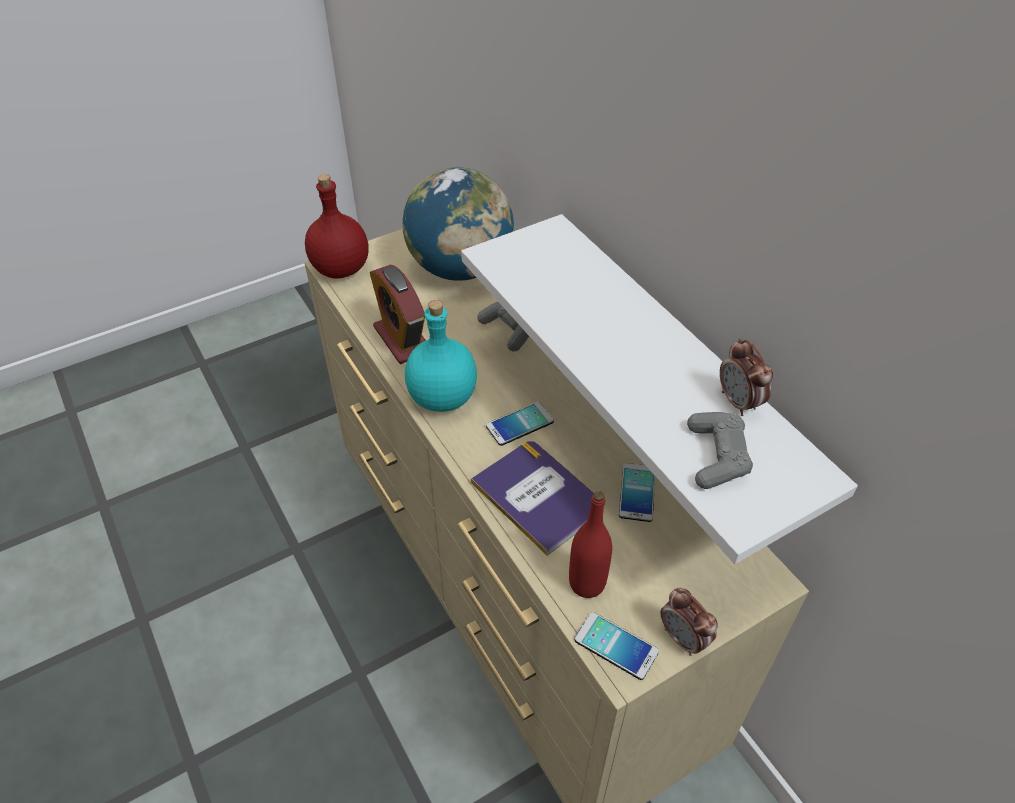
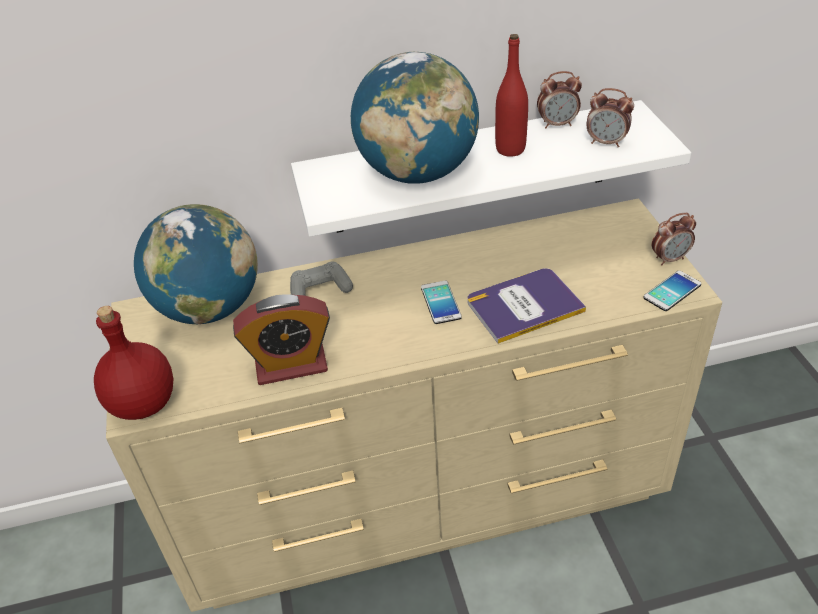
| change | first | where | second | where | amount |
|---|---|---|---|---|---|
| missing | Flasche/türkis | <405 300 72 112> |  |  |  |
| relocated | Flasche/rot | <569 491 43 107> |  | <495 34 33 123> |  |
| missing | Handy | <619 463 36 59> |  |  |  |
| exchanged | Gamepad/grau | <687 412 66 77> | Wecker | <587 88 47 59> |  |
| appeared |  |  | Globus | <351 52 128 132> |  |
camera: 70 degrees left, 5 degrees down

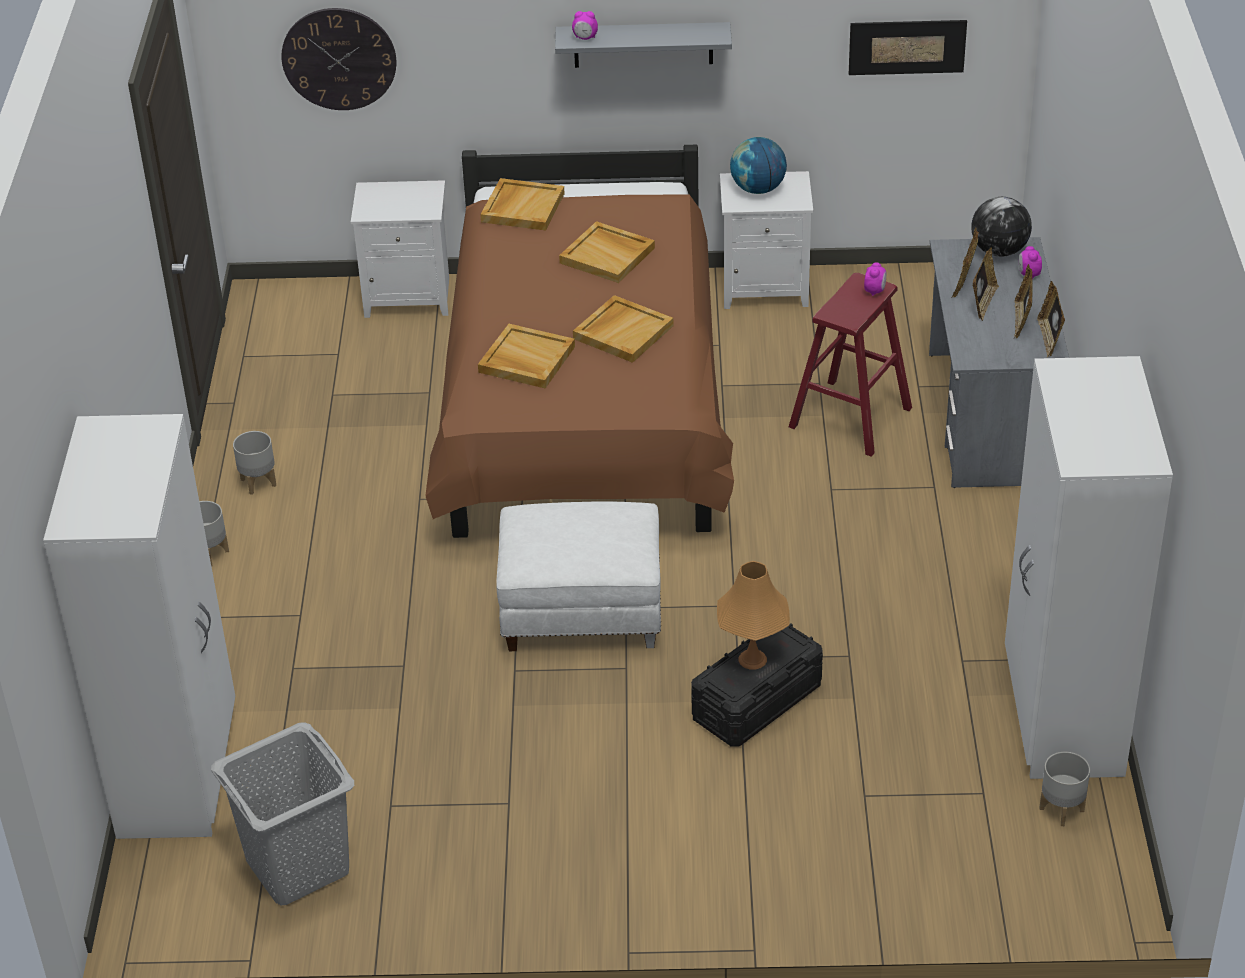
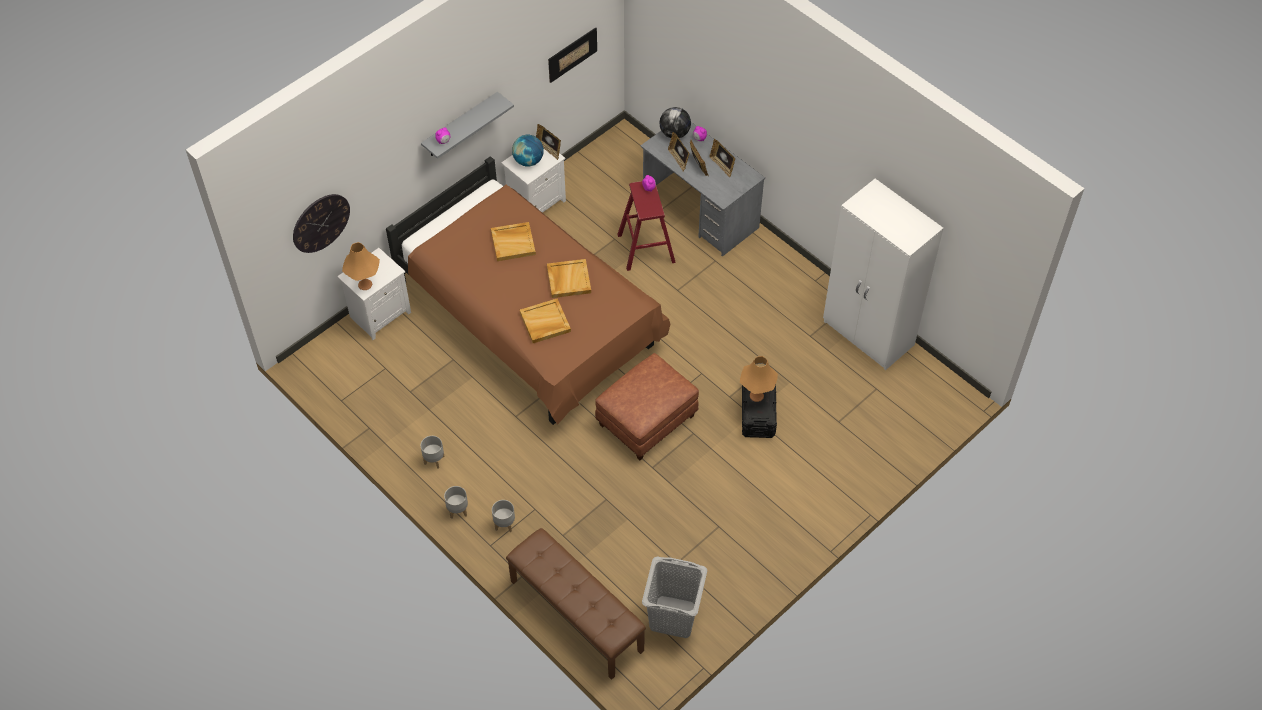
| change | first | where | second | where | amount |
|---|---|---|---|---|---|
| exchanged | Kleiderschrank/weiß | <43 414 192 425> | Bank/braun | <506 528 140 152> |  |
| missing | Tablett/beige | <480 178 85 53> |  |  |  |
| colour | Polsterhocker/weiß | <496 502 165 149> | Polsterhocker/braun | <595 353 104 107> |  |
| relocated | Bilderrahmen | <1037 281 28 76> |  | <536 124 25 36> |  |
| relocated | Pflanzkübel/grau | <1039 752 51 74> |  | <492 500 23 32> |  |
| appeared |  |  | Tischlampe/orange | <342 242 38 48> |  |
camera: 45 degrees left, 15 degrees up

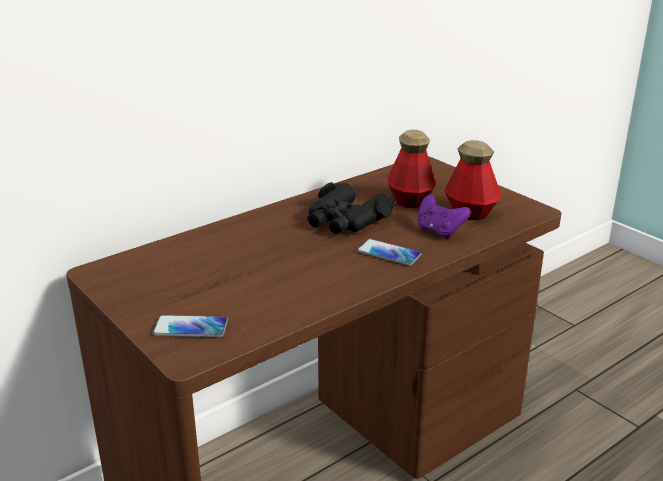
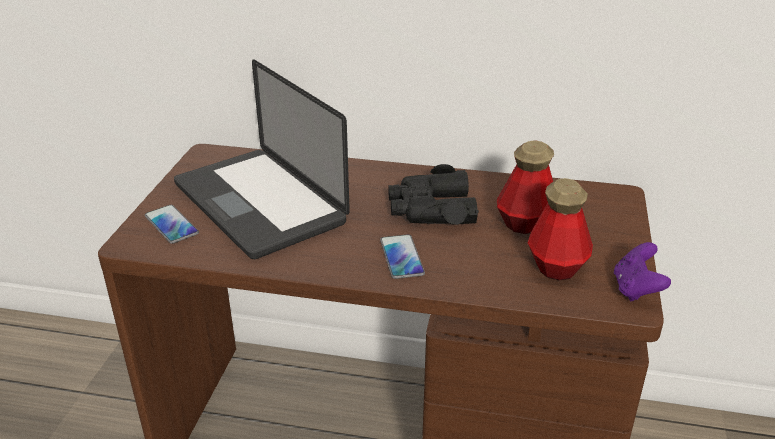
| change | first | where | second | where | amount |
|---|---|---|---|---|---|
| relocated | Gamepad/lila | <417 195 54 44> |  | <614 242 57 59> |  |
| appeared |  |  | Laptop | <174 60 176 199> |  |
camera: 50 degrees right, 5 degrees up

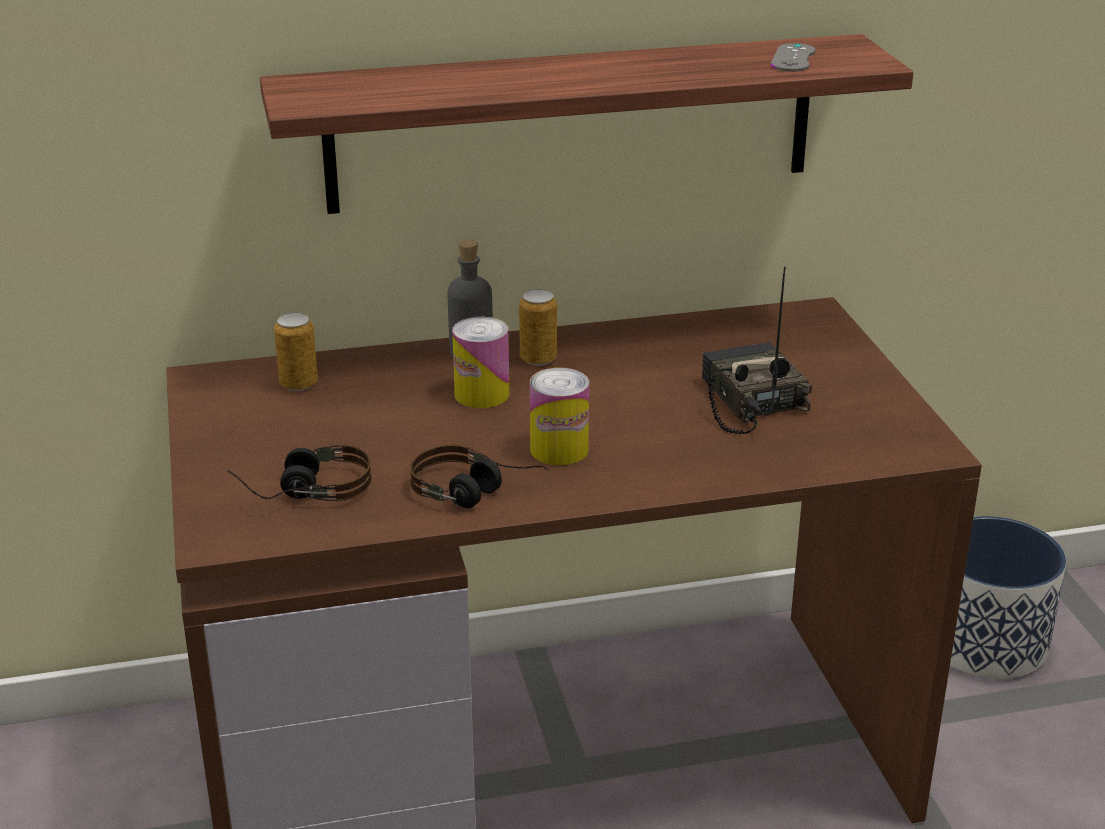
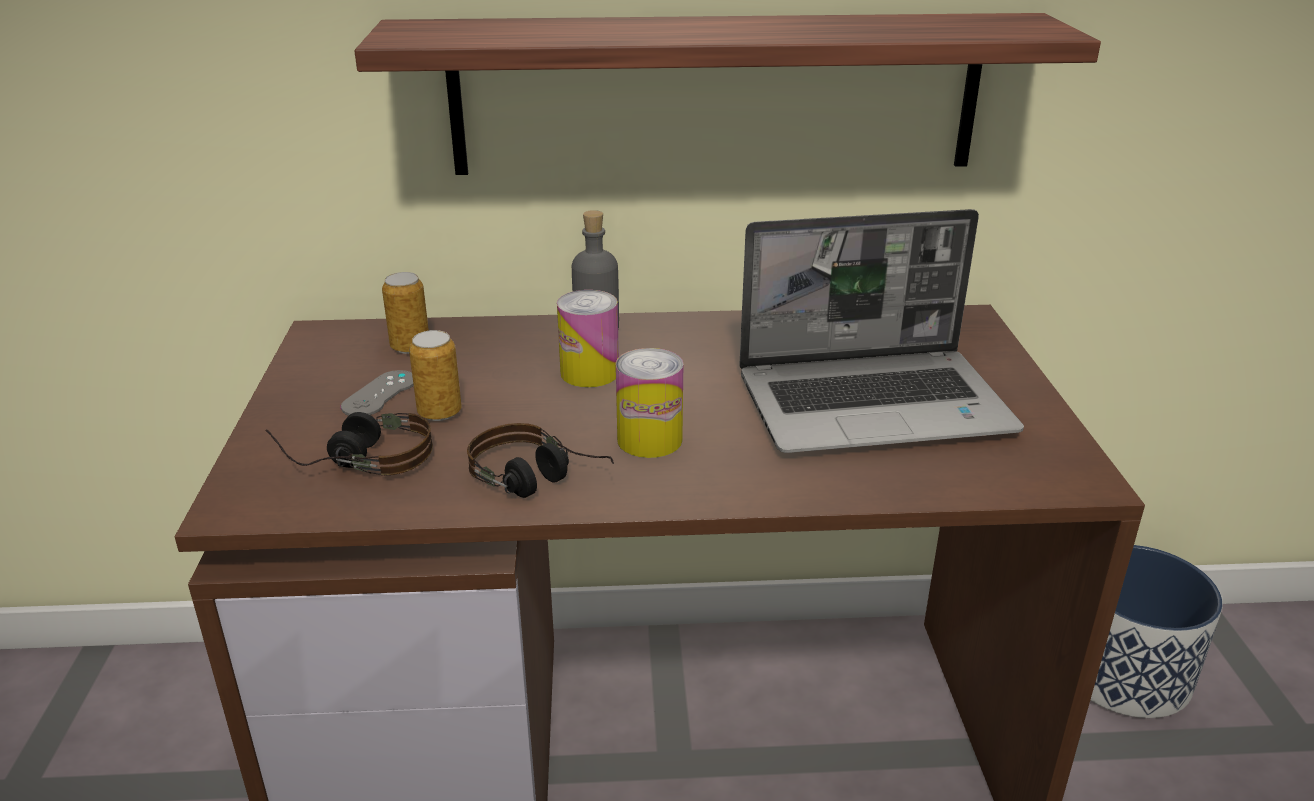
| change | first | where | second | where | amount |
|---|---|---|---|---|---|
| relocated | Dose | <519 289 38 77> |  | <409 330 52 91> |  |
| exchanged | Radio | <702 267 110 167> | Laptop | <739 209 285 244> |  |
| relocated | Gamepad/grau | <771 43 44 29> |  | <341 370 73 46> |  |
camera: 10 degrees right, 0 degrees up

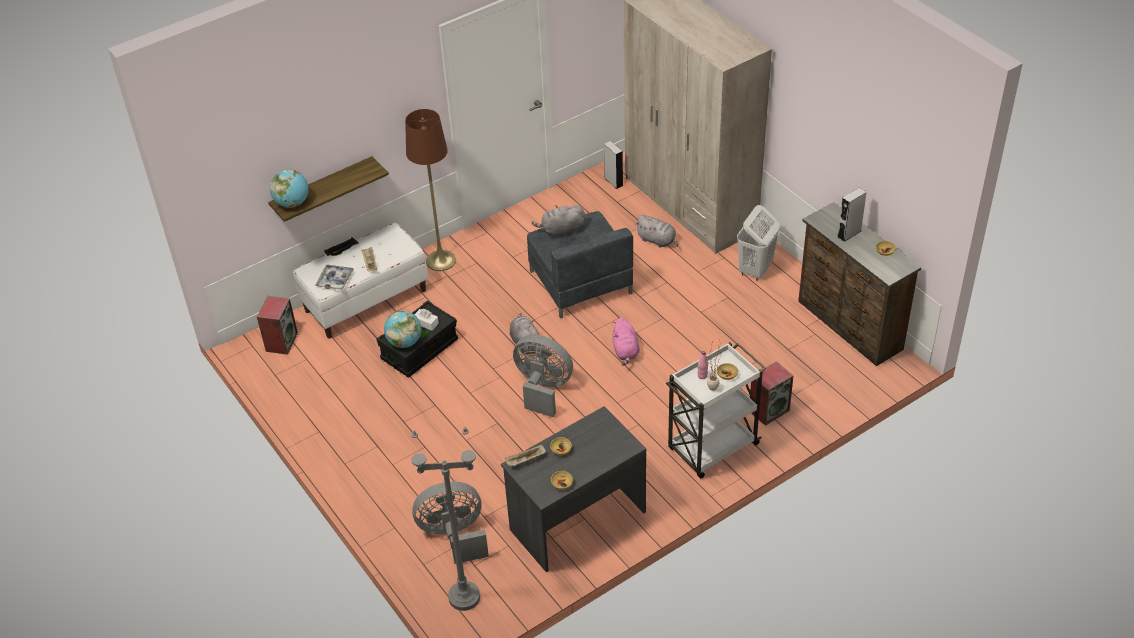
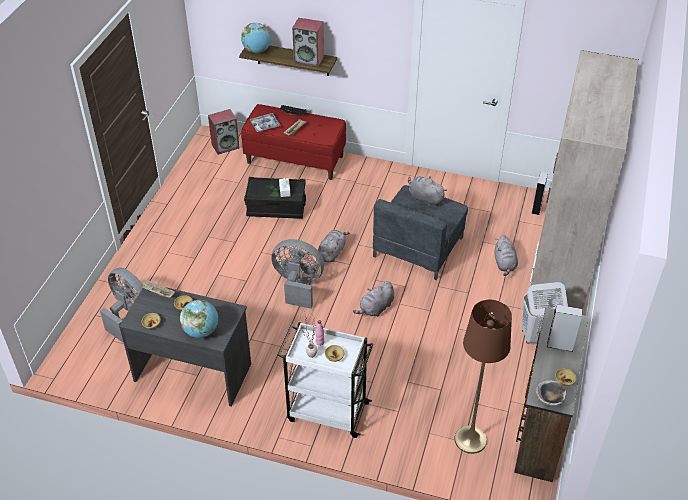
| change | first | where | second | where | amount |
|---|---|---|---|---|---|
| colour | Bank/weiß | <293 222 135 116> | Bank/rot | <241 104 105 76> |  |
| relocated | Globus | <384 311 38 37> |  | <180 300 38 38> |  |
| relocated | Stehlampe/braun | <405 109 51 162> |  | <454 300 58 154> |  |
| missing | Stehlampe/grau | <411 427 69 184> |  |  |  |
| spun | Ventilator/grau | <513 334 60 83> |  | <272 239 52 70> | 60 degrees counterclockwise |
| colour | Plüschtier/rosa | <612 317 28 49> | Plüschtier/grau | <353 281 41 36> |  |
| relocated | Lautsprecher | <750 361 43 65> |  | <292 18 32 49> |  |
| appeared |  |  | Schüssel | <536 380 30 26> |  |
camera: 50 degrees right, 0 degrees up

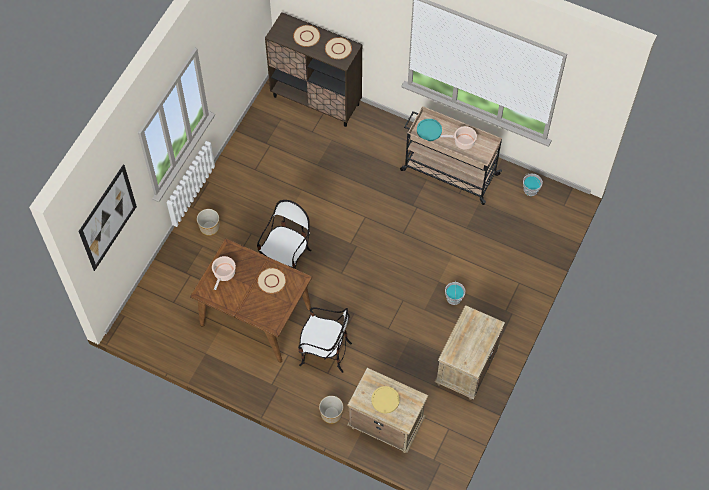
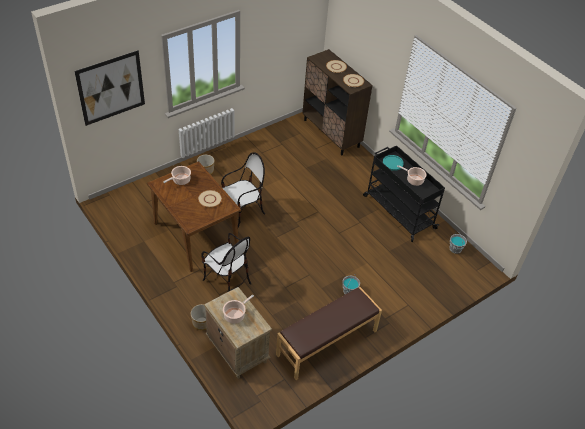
| change | first | where | second | where | amount |
|---|---|---|---|---|---|
| exchanged | Teller/gelb | <371 386 29 27> | Kochtopf | <223 295 31 29> |  |
| colour | Rollwagen/beige | <400 106 102 99> | Rollwagen/schwarz | <363 145 82 97> |  |
| exchanged | Nachttisch/beige | <434 305 71 95> | Bank/braun | <276 287 106 93> |  |
camera: 25 degrees right, 15 degrees down

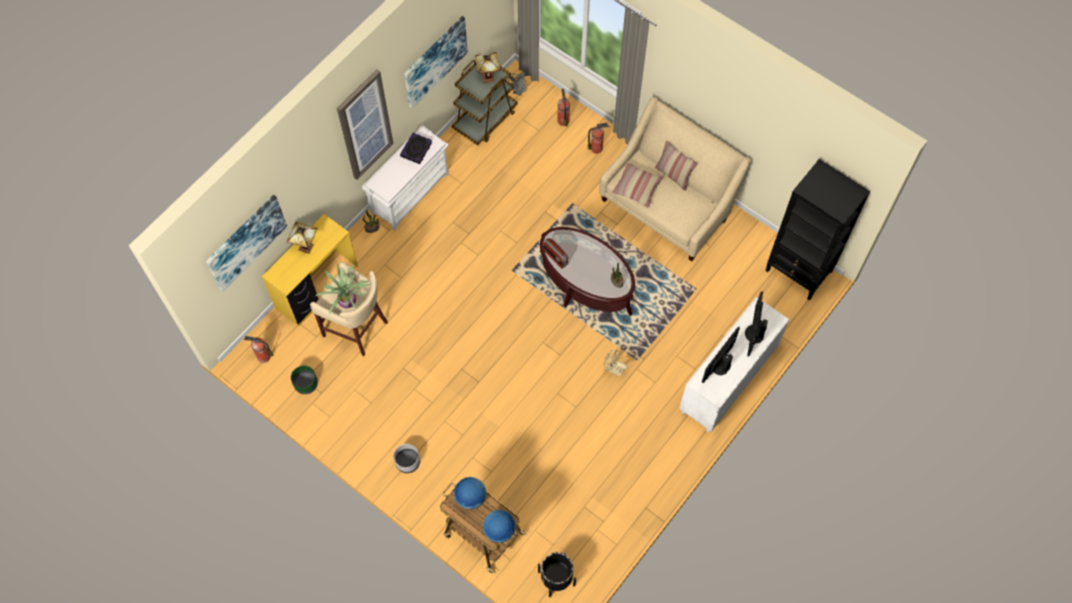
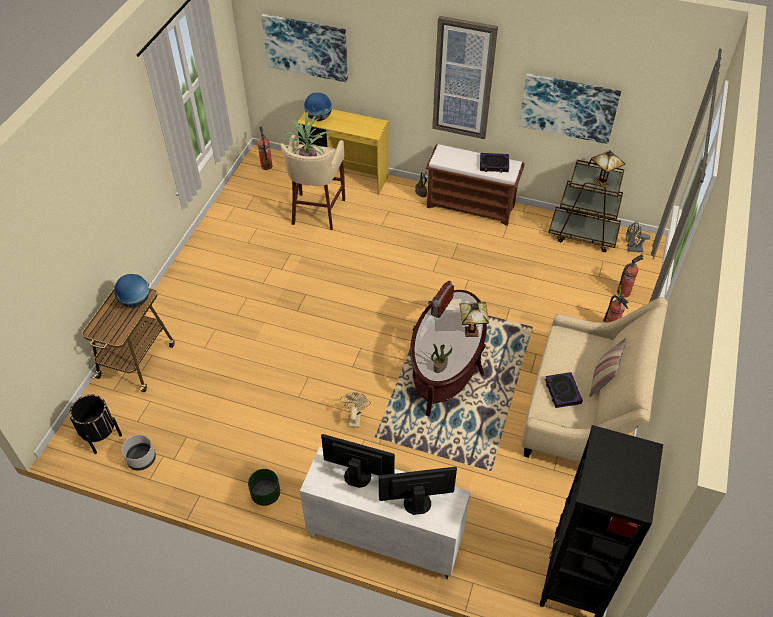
| change | first | where | second | where | amount |
|---|---|---|---|---|---|
| relocated | Tischlampe | <287 222 31 32> |  | <459 302 30 35> |  |
| relocated | Pflanzkübel/grün | <291 365 27 29> |  | <248 469 32 37> |  |
| colour | Bank/weiß | <362 125 87 106> | Bank/braun | <426 144 98 82> |  |
| relocated | Pflanzkübel/grau | <394 444 26 29> |  | <122 435 34 35> |  |
| relocated | Globus | <483 510 32 33> |  | <304 93 28 28> |  |
| missing | Kissen | <611 162 53 46> |  |  |  |
| appeared |  |  | Buch | <545 372 38 36> |  |
camera: 70 degrees right, 15 degrees down

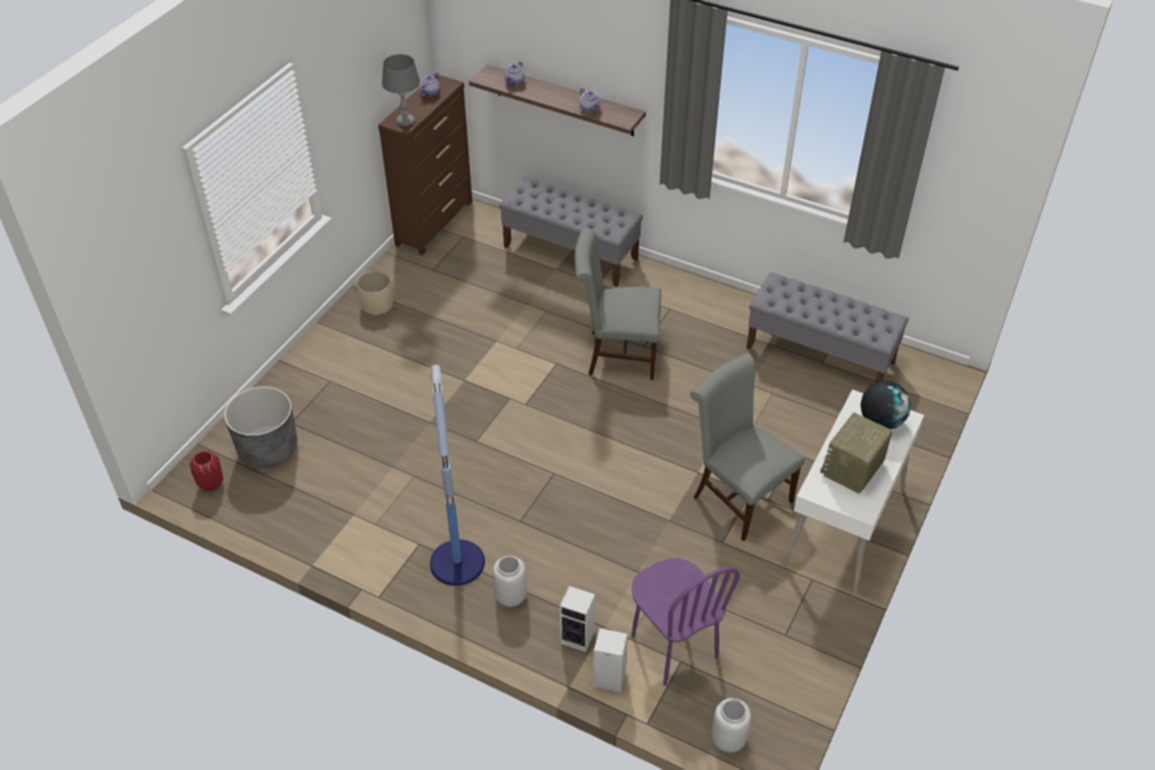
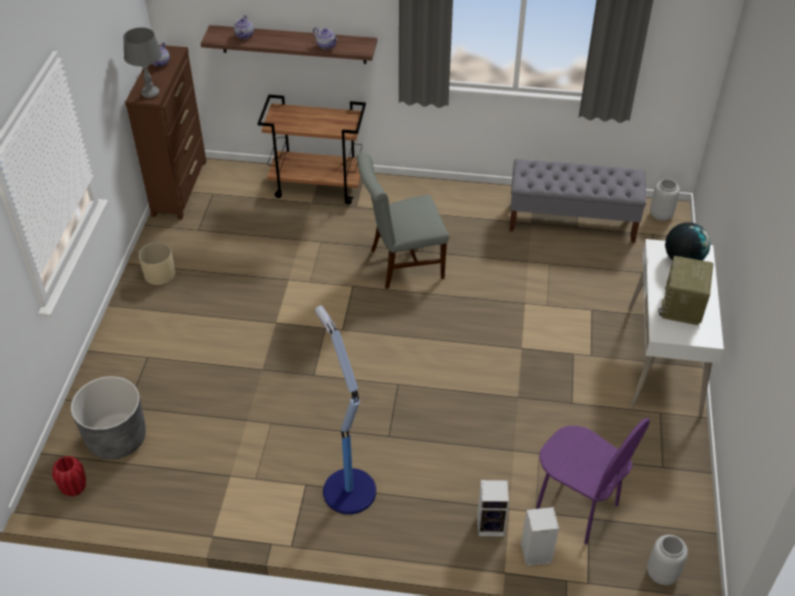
| change | first | where | second | where | amount |
|---|---|---|---|---|---|
| relocated | Vase/grau | <493 556 34 51> |  | <650 179 30 42> |  |
| exchanged | Bank/grau | <499 177 144 110> | Rollwagen/braun | <258 95 108 109> |  |
| missing | Stuhl/grau | <690 353 115 188> |  |  |  |
camera: 20 degrees left, 0 degrees up

